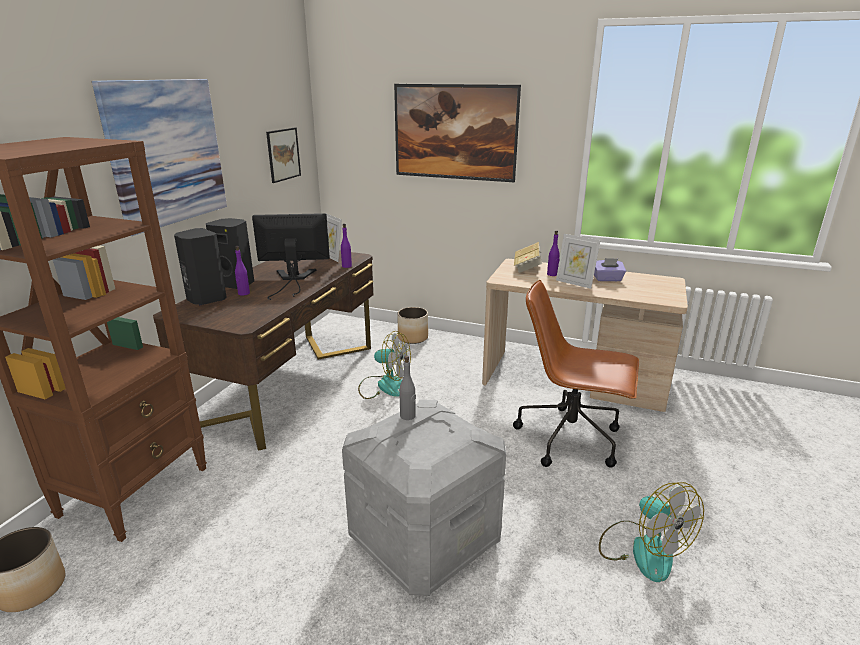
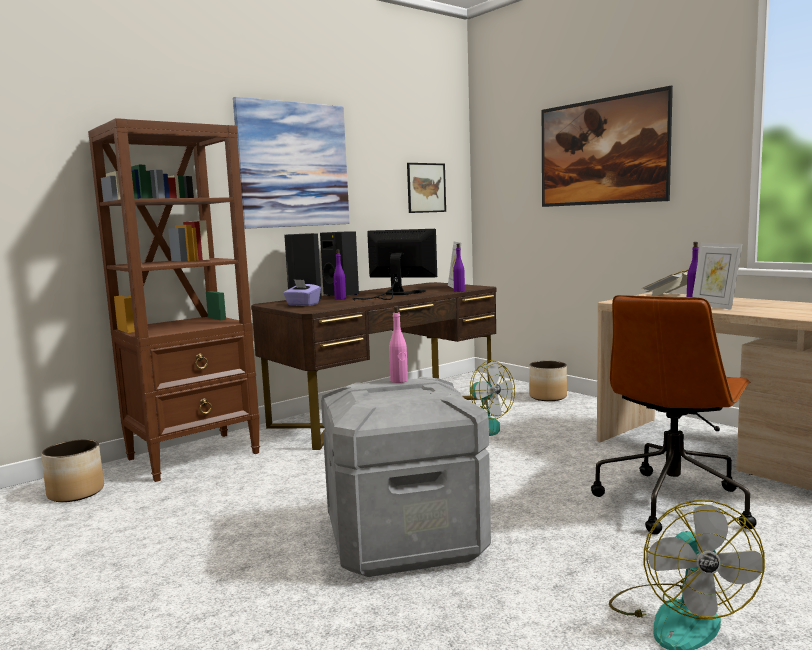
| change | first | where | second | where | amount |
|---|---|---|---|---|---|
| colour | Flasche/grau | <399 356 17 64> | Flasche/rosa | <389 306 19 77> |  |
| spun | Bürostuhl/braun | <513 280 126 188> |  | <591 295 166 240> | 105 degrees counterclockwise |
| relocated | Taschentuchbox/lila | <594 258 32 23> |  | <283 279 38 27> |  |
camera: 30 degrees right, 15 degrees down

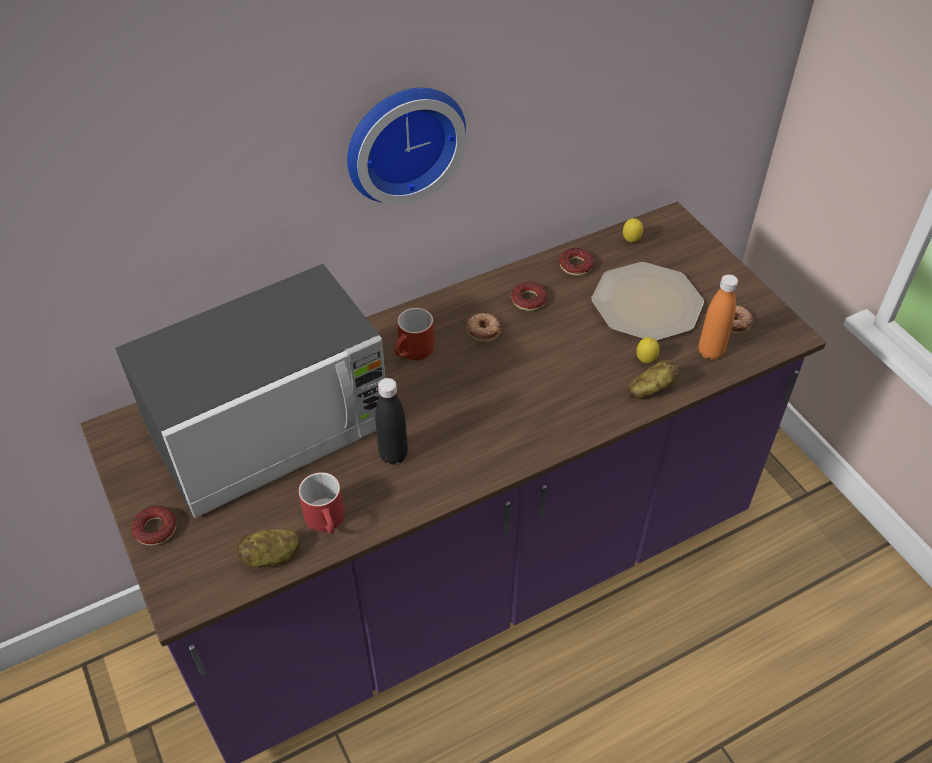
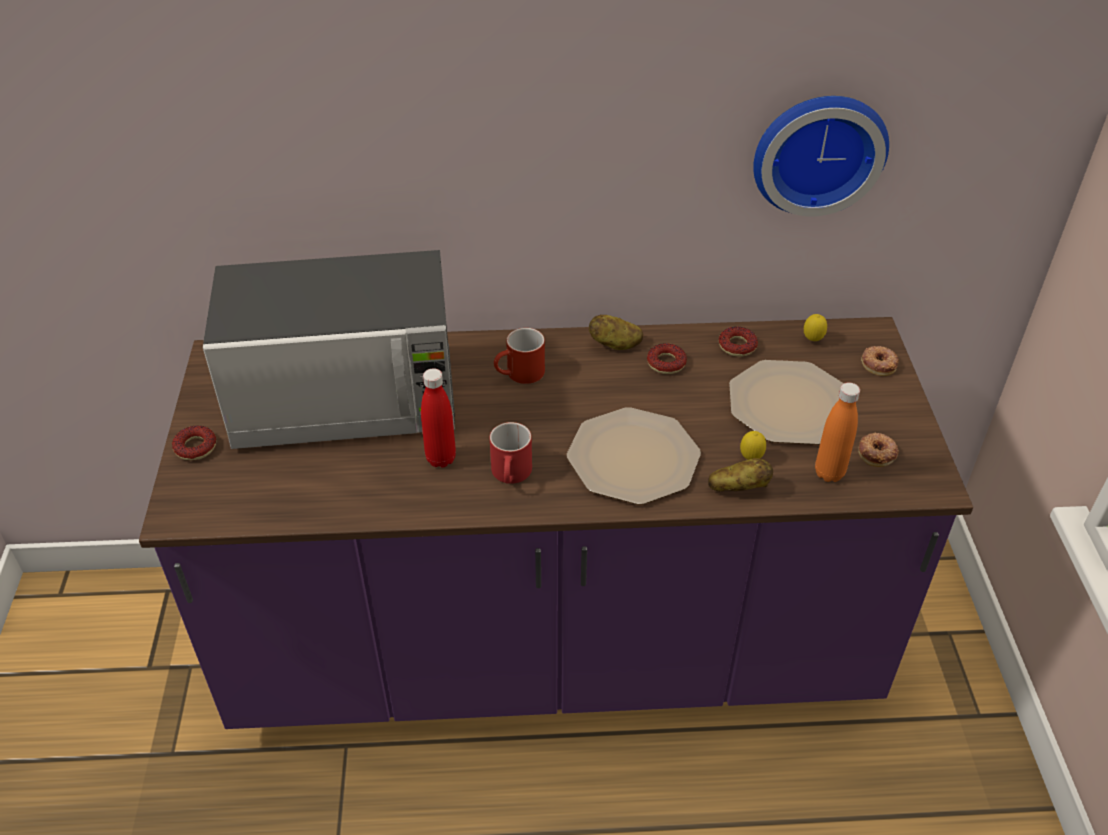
| change | first | where | second | where | amount |
|---|---|---|---|---|---|
| relocated | Kartoffel | <237 529 64 39> |  | <589 315 54 35> |  |
| relocated | Henkelbecher/rot | <298 472 46 62> |  | <490 422 42 62> |  |
| relocated | Wanduhr | <347 88 119 116> |  | <753 96 136 121> |  |
| colour | Flasche/schwarz | <375 378 33 86> | Flasche/rot | <421 368 35 100> |  |
| relocated | Donut | <467 313 33 29> |  | <861 346 38 30> |  |
| appeared |  |  | Teller | <567 407 134 98> |  |
camera: 25 degrees right, 5 degrees down

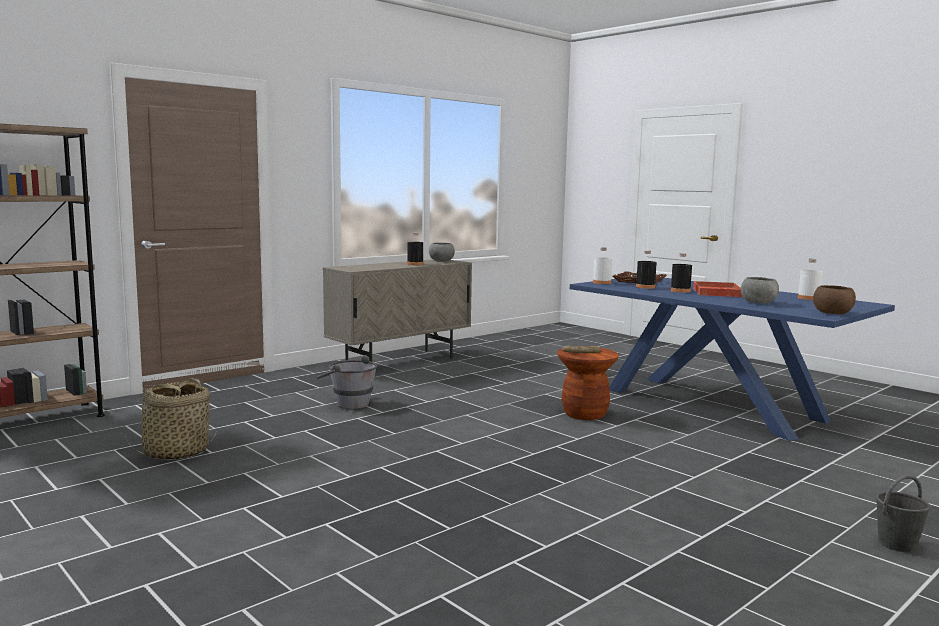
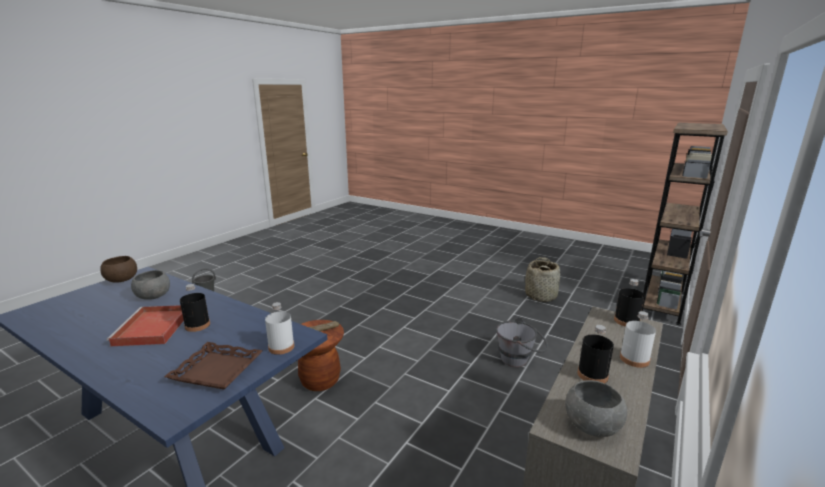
| change | first | where | second | where | amount |
|---|---|---|---|---|---|
| relocated | Flasche/schwarz | <636 251 21 38> |  | <614 279 31 48> |  |
| relocated | Flasche/weiß | <798 259 24 41> |  | <620 311 36 57> |  |
camera: 165 degrees right, 10 degrees up

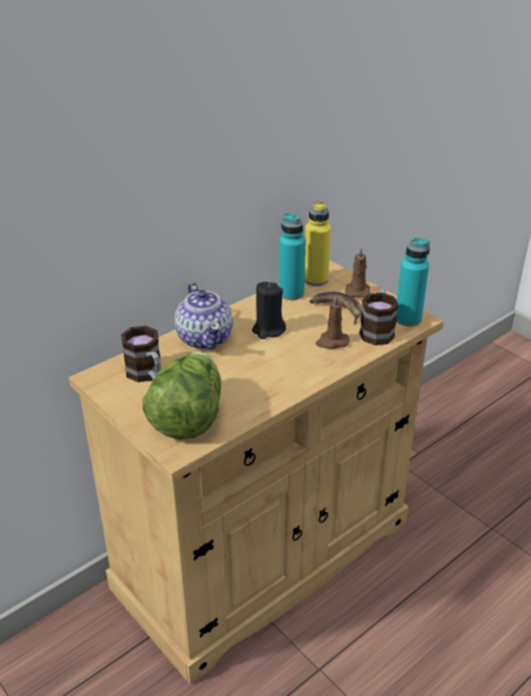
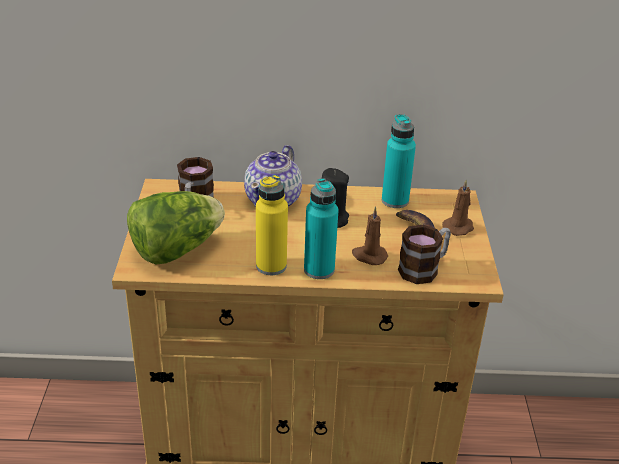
| change | first | where | second | where | amount |
|---|---|---|---|---|---|
| relocated | Flasche/gelb | <304 201 27 85> |  | <256 175 32 100> |  |
| relocated | Flasche/türkis | <397 237 33 90> |  | <304 178 34 101> |  |
camera: 40 degrees right, 0 degrees up

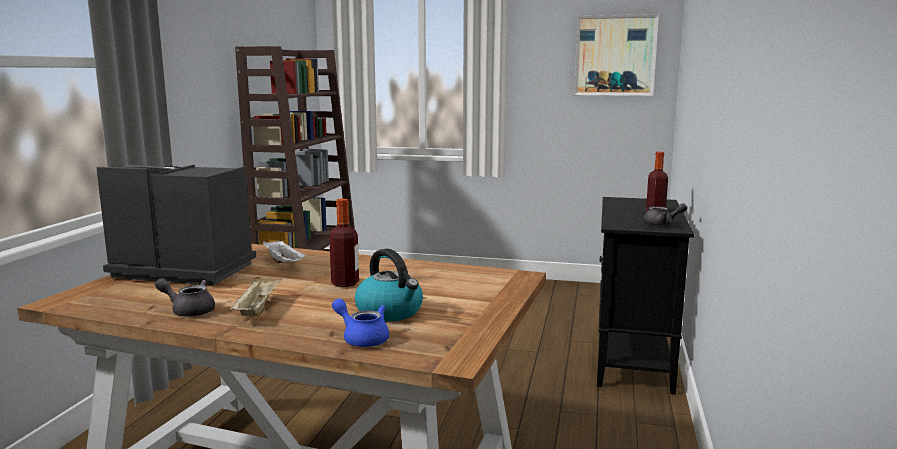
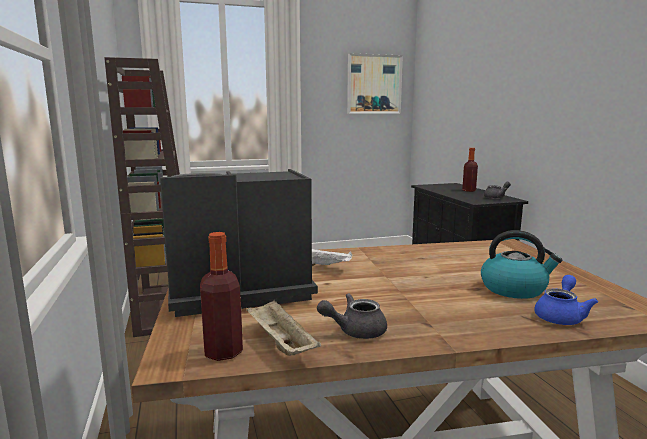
| change | first | where | second | where | amount |
|---|---|---|---|---|---|
| relocated | Tablett/beige | <230 278 52 38> |  | <246 299 75 57> |  |
| relocated | Flasche | <329 199 30 88> |  | <200 232 43 129> |  |
| spun | Teekanne/blau | <332 298 57 49> |  | <534 275 64 50> | 120 degrees clockwise |
camera: 30 degrees left, 0 degrees up

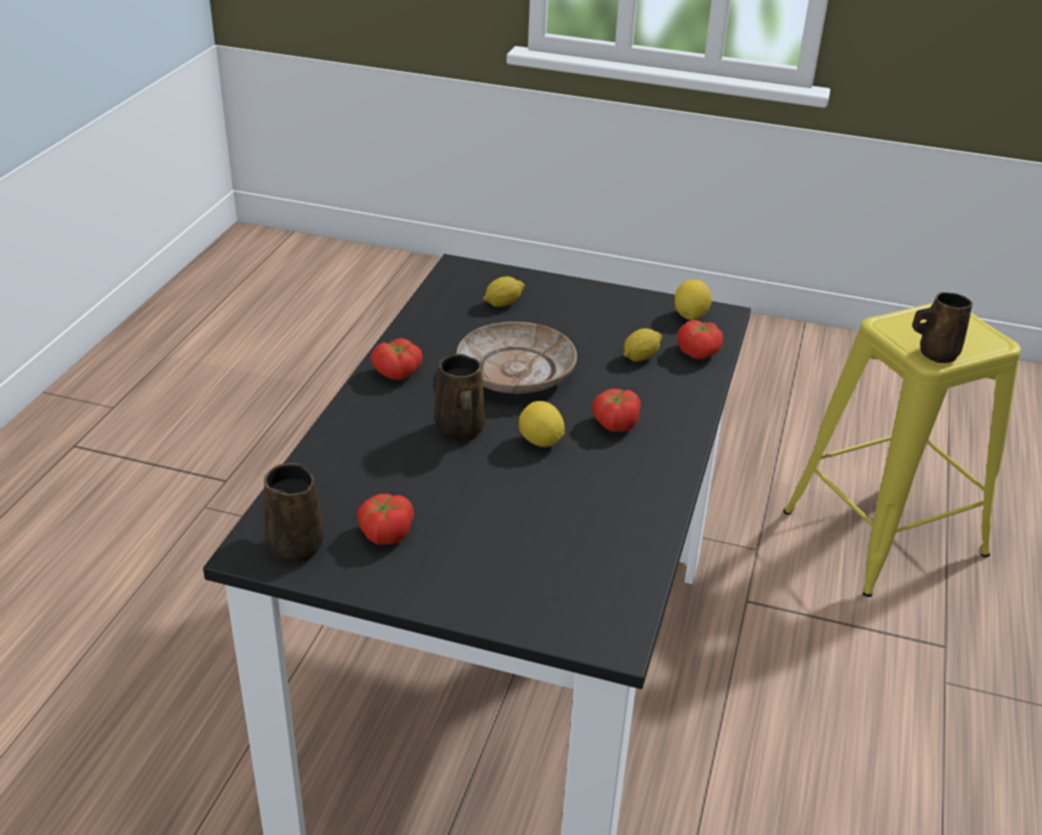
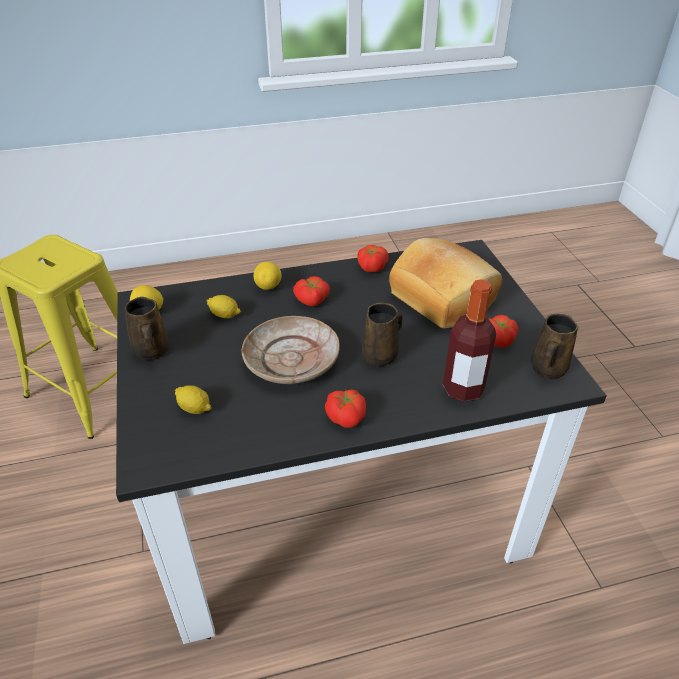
| change | first | where | second | where | amount |
|---|---|---|---|---|---|
| relocated | Zitrone | <518 401 47 46> |  | <254 262 28 28> |  |
| relocated | Tomate | <677 320 46 39> |  | <357 245 32 28> |  |
| relocated | Henkelbecher/braun | <912 292 61 71> |  | <125 297 44 63> |  |
| appeared |  |  | Brot | <389 238 113 90> |  |
| appeared |  |  | Flasche | <443 279 53 123> |  |
camera: 120 degrees left, 5 degrees up

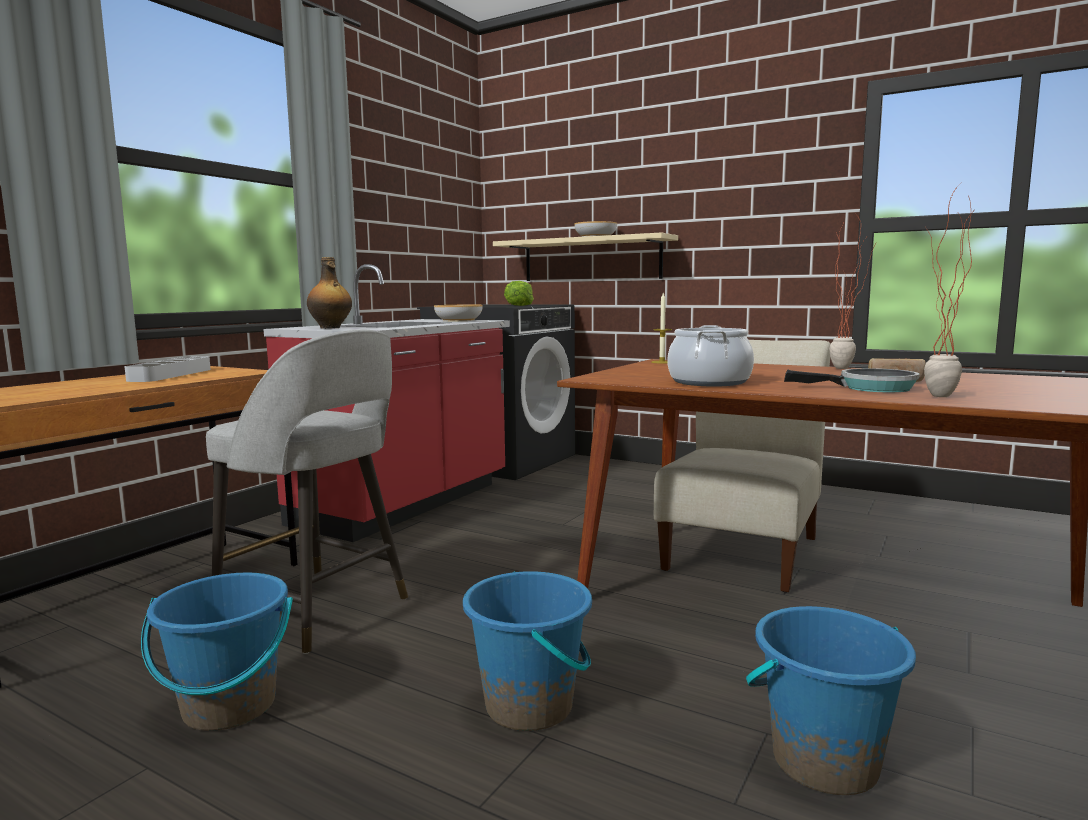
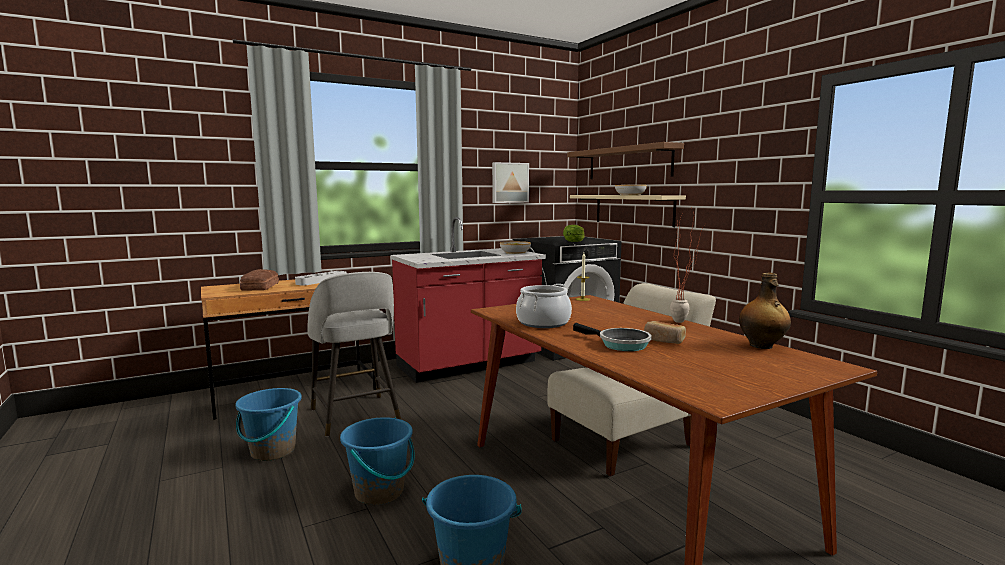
| change | first | where | second | where | amount |
|---|---|---|---|---|---|
| relocated | Flasche | <307 257 45 72> |  | <739 273 52 76> |  |
| missing | Topfpflanze | <924 184 49 213> |  |  |  |
| appeared |  |  | Brot | <240 269 39 22> |  |
| appeared |  |  | Bild | <492 162 37 41> |  |
| appeared |  |  | Wandregal/braun | <567 142 117 37> |  |
camera: 30 degrees right, 0 degrees up

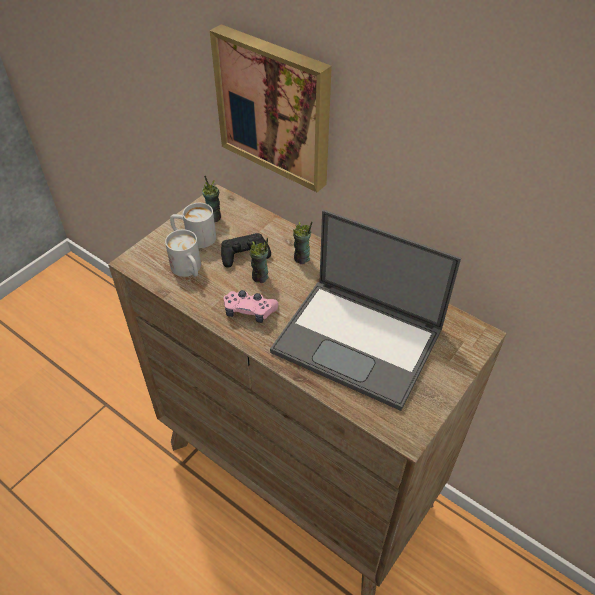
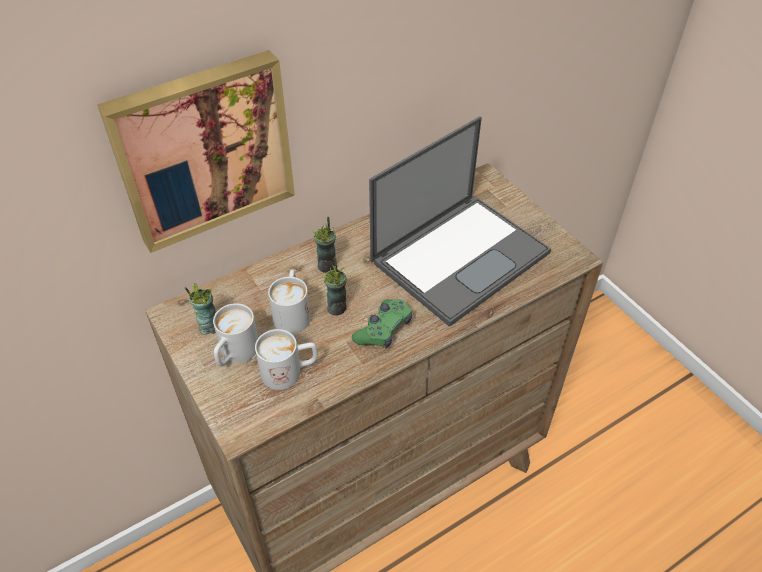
| change | first | where | second | where | amount |
|---|---|---|---|---|---|
| exchanged | Gamepad/schwarz | <221 233 50 35> | Henkelbecher/weiß | <268 270 42 64> |  |
| colour | Gamepad/rosa | <223 290 55 33> | Gamepad/grün | <352 299 60 49> |  |
camera: 70 degrees left, 0 degrees up

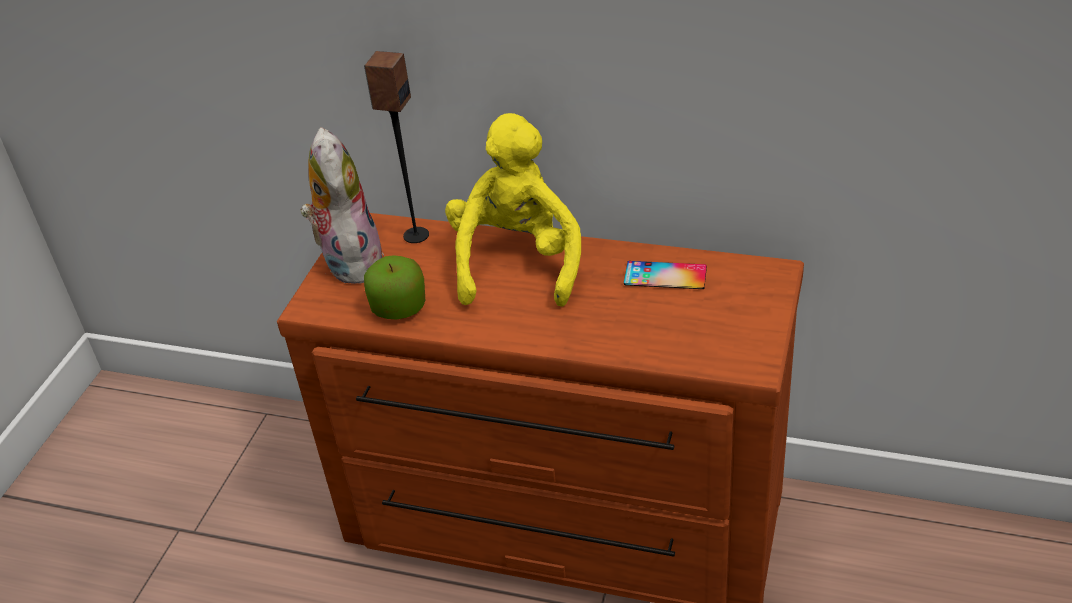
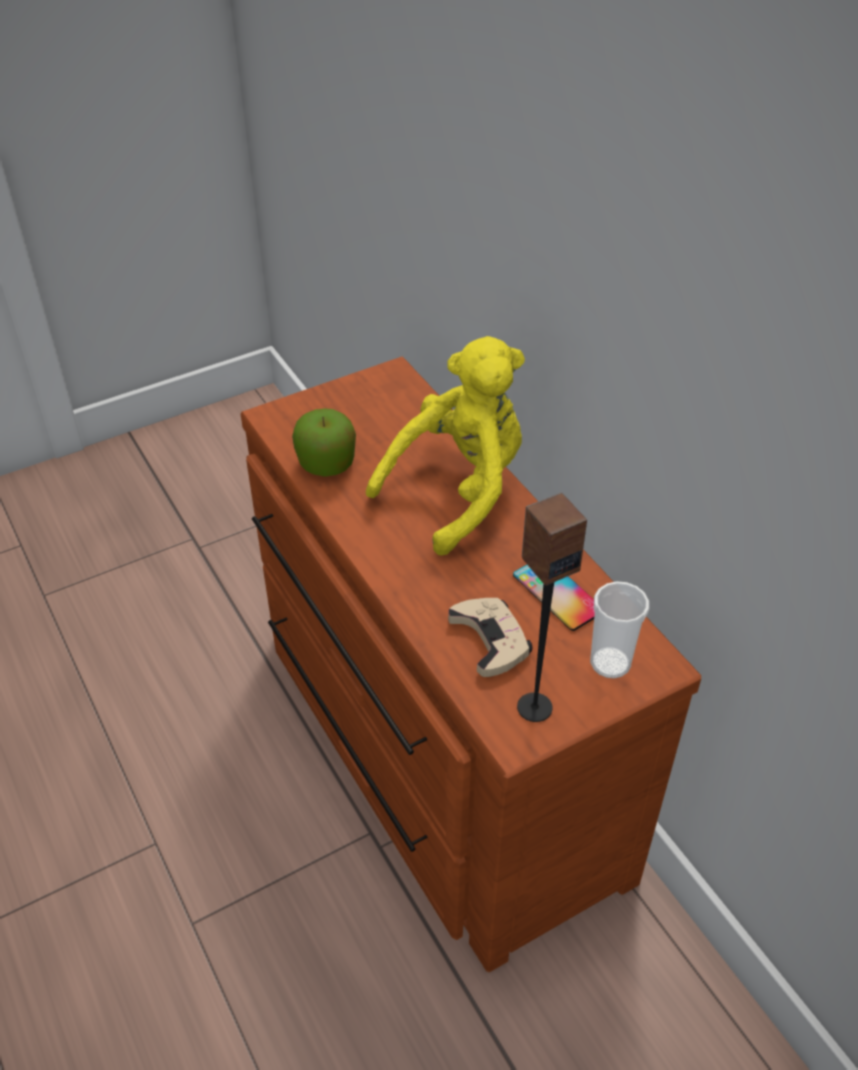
| change | first | where | second | where | amount |
|---|---|---|---|---|---|
| missing | Plüschtier | <300 127 84 157> |  |  |  |
| relocated | Lautsprecher | <364 51 65 192> |  | <517 493 70 229> |  |
| appeared |  |  | Gamepad/beige | <448 598 84 79> |  |
| appeared |  |  | Tasse | <590 581 60 98> |  |
camera: 40 degrees right, 5 degrees up

